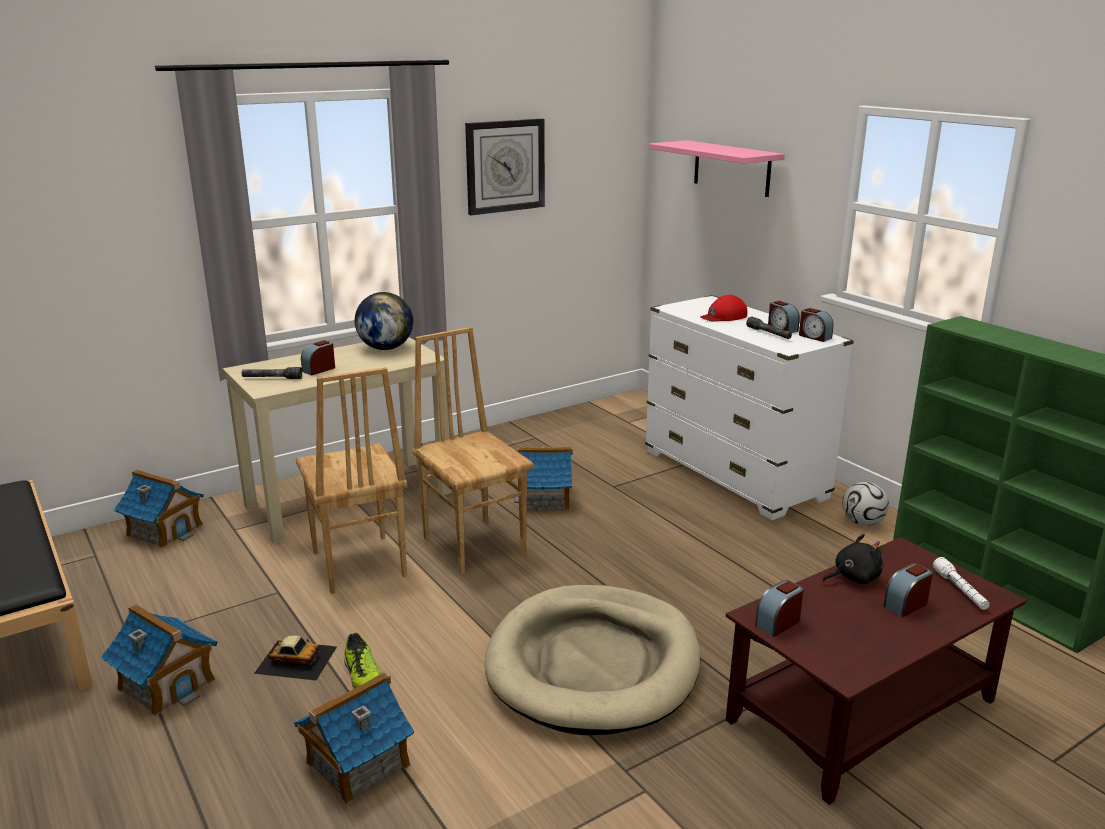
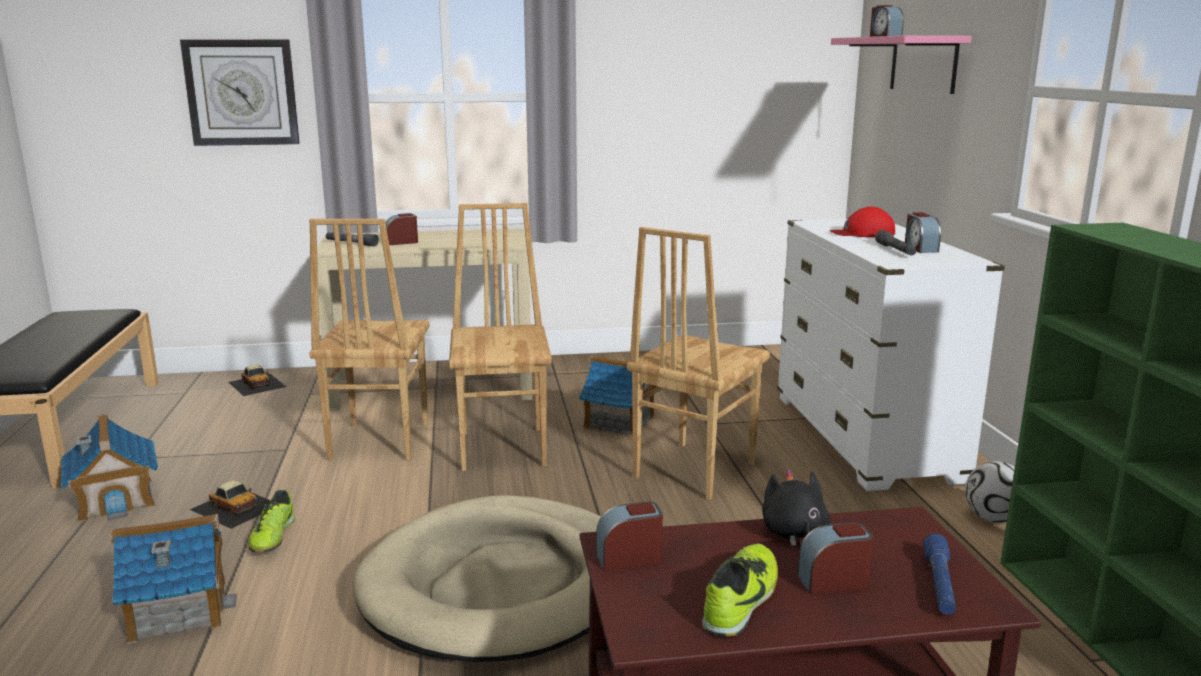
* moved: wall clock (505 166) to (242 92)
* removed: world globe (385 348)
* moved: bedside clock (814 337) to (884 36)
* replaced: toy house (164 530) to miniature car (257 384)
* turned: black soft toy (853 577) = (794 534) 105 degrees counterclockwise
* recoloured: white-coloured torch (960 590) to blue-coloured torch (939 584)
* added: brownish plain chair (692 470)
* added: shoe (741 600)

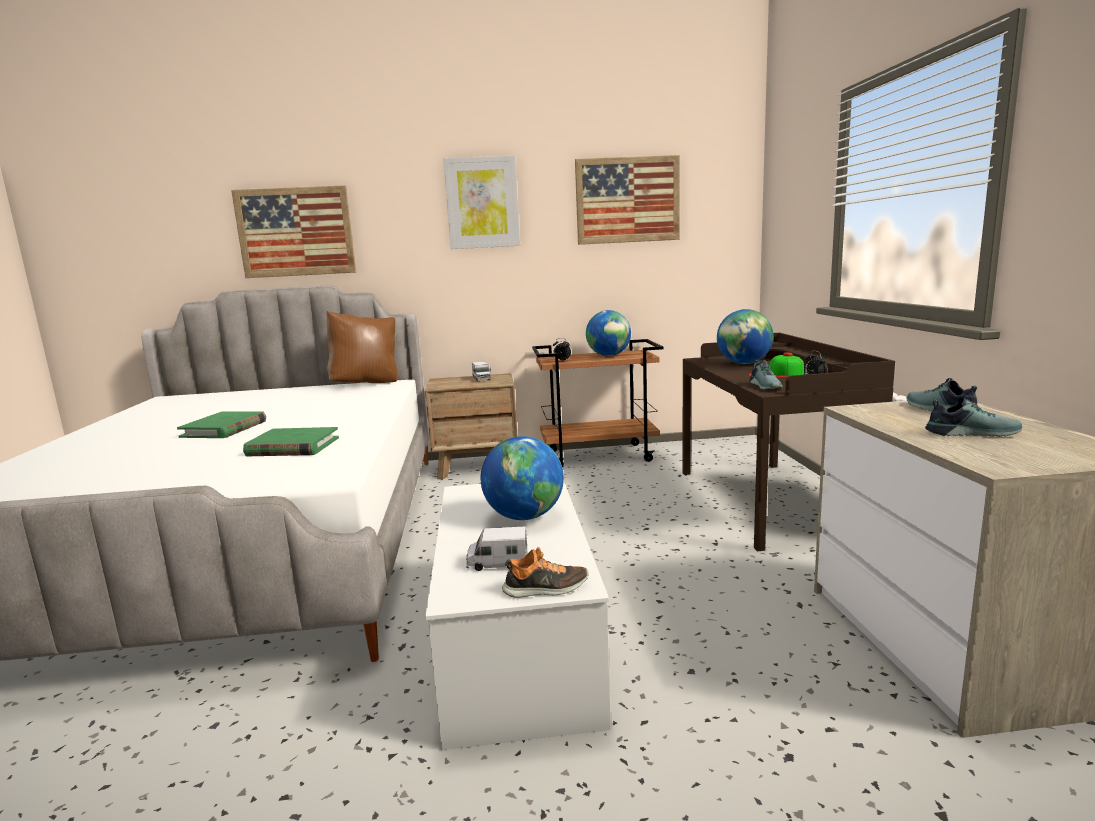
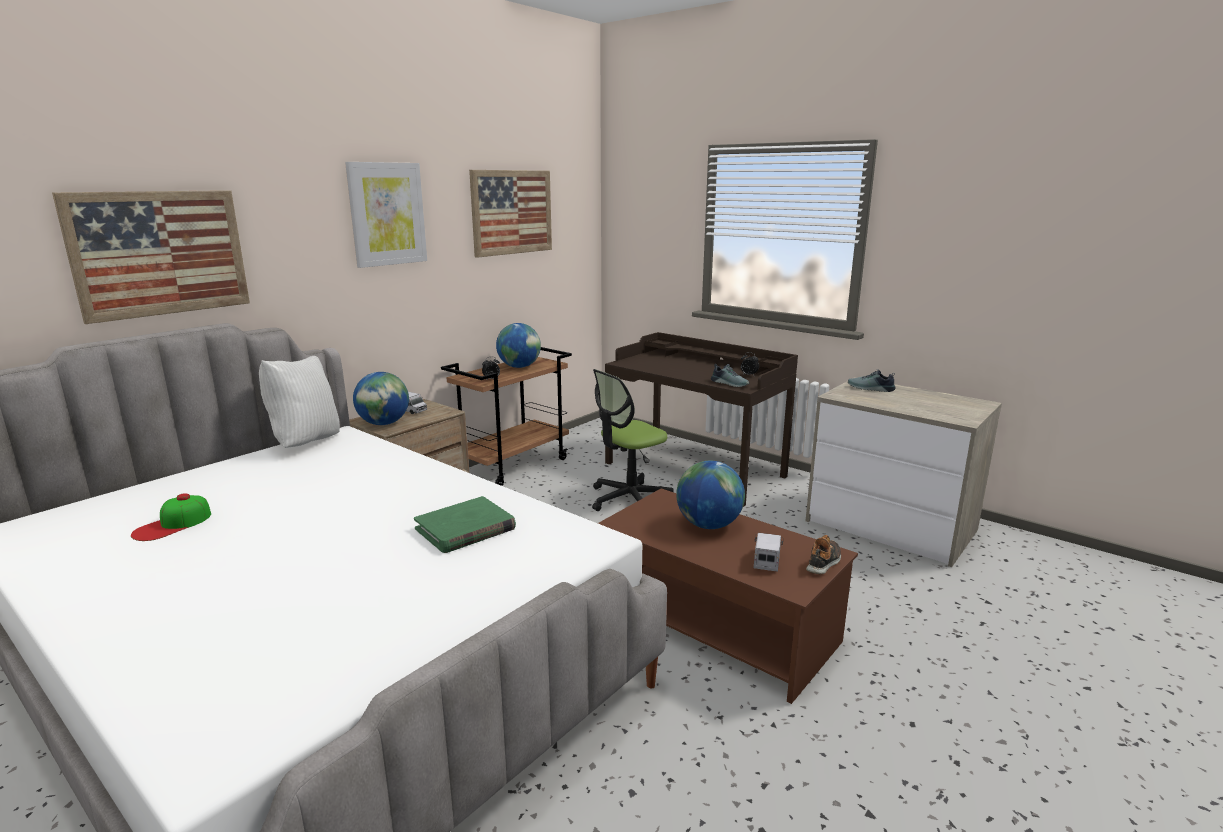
* moved: world globe (744 363) to (384 423)
* recoloured: brownish pillow (366 384) to white-coloured pillow (305 442)
* moved: baseball cap (776 374) to (172 524)
* removed: shoe (970 433)
* removed: green-coloured book (224 429)
* recoloured: white-coloured low table (517 641) to brownish low table (715 624)
* turned: toy truck (497 563) = (767 560) 150 degrees clockwise
* added: computer chair (629 499)

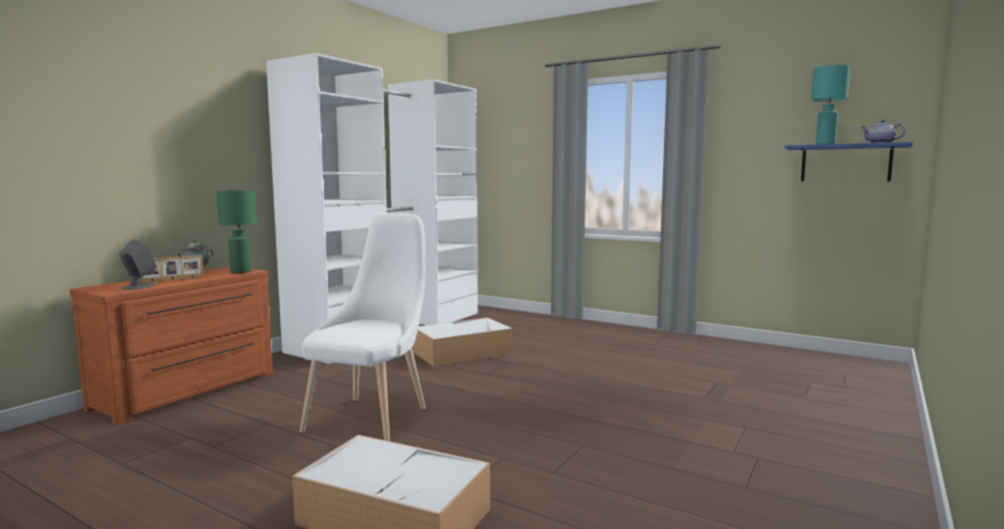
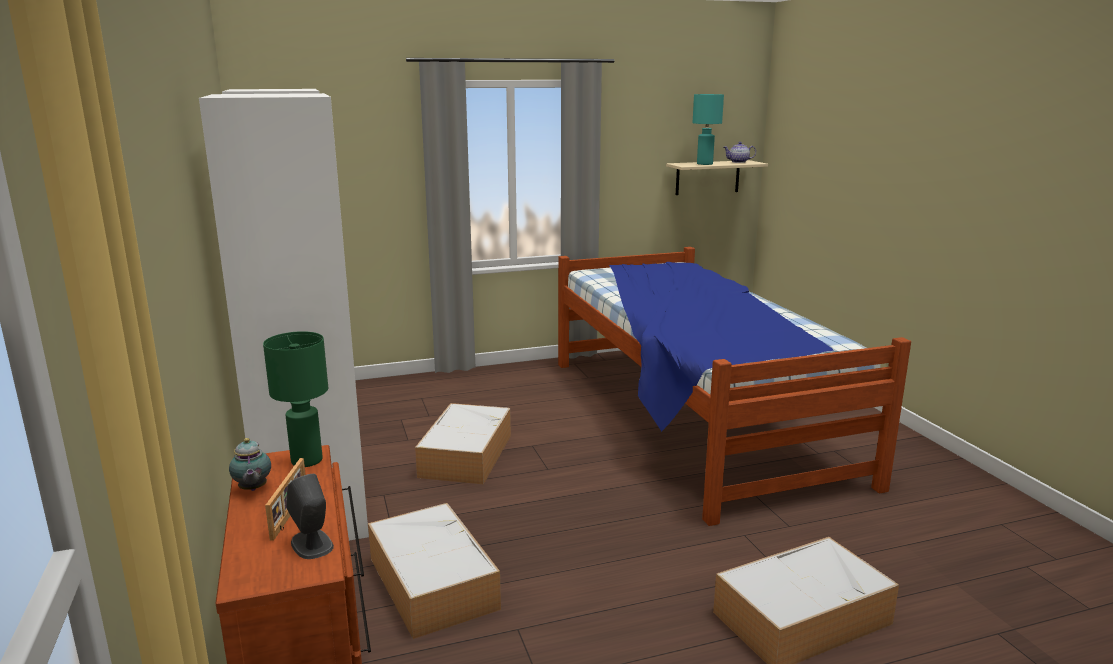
* recoloured: blue-coloured bracket shelf (845 163) to sand-coloured bracket shelf (707 177)
* removed: white-coloured plain chair (372 417)
* added: bed (692 417)
* added: storage container (431 582)

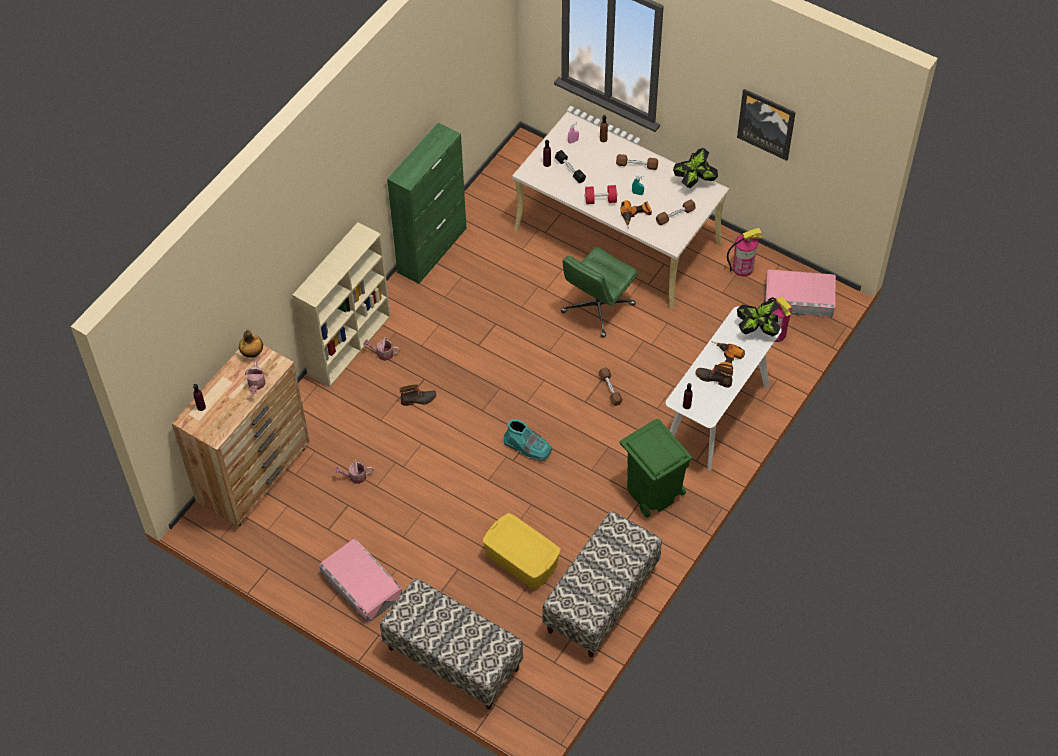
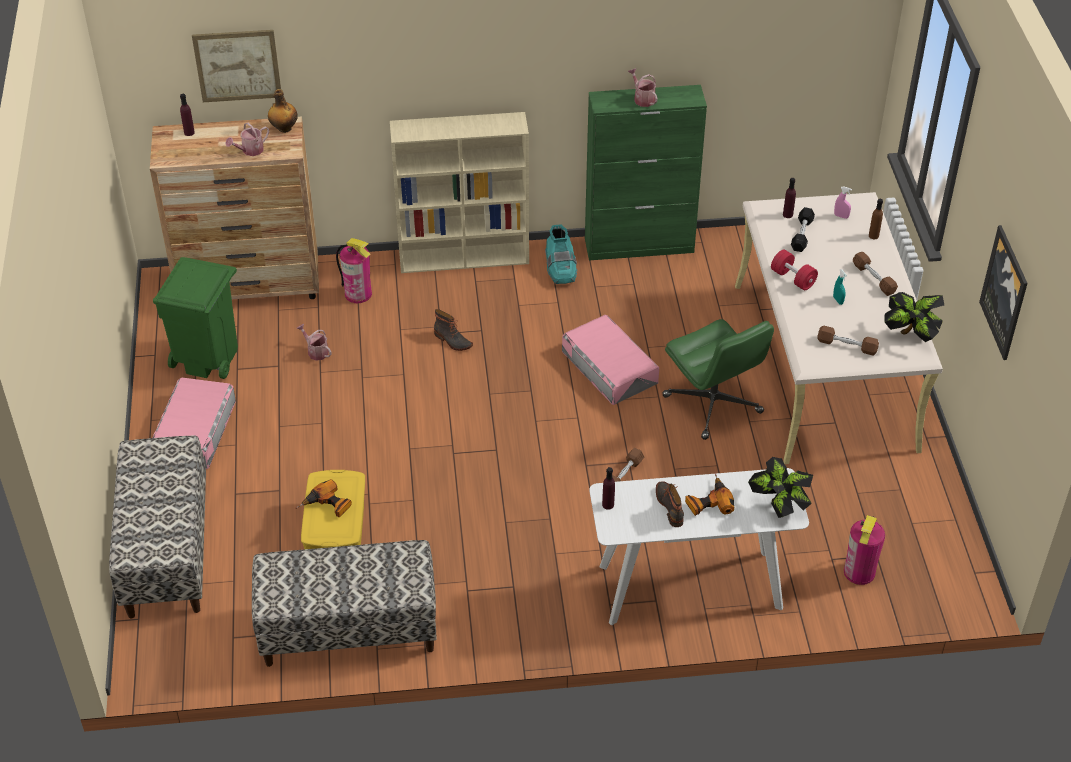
* moved: drill (636 216) to (327 506)
* moved: fire extinguisher (743 268) to (358 294)
* turned: green-coloured computer chair (597 309) = (713 405) 120 degrees counterclockwise
* moved: pinkish storage container (799 298) to (610 367)
* moved: watering can (382 354) to (642 98)
* moved: turquoise-coloured boot (528 447) to (560 268)
* moved: green-coloured trash can (652 492) to (207 357)
* added: wall picture (237 65)

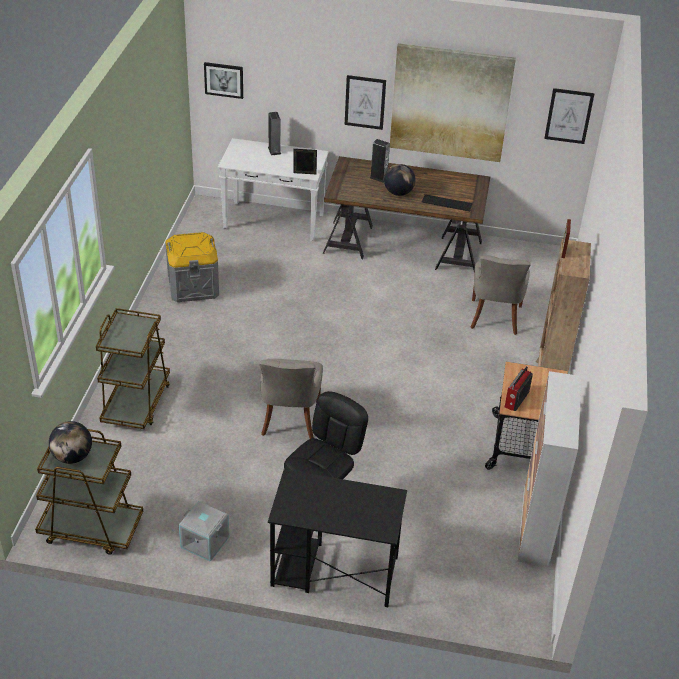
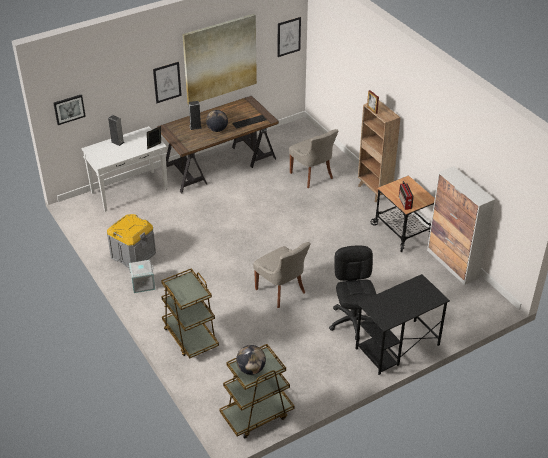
* moved: greyish storage container (205 542) to (143 283)

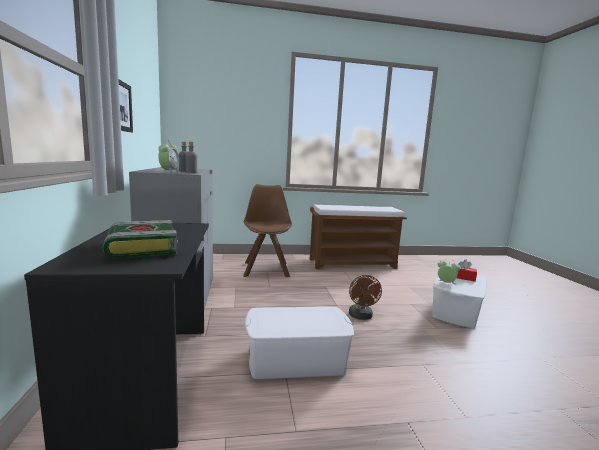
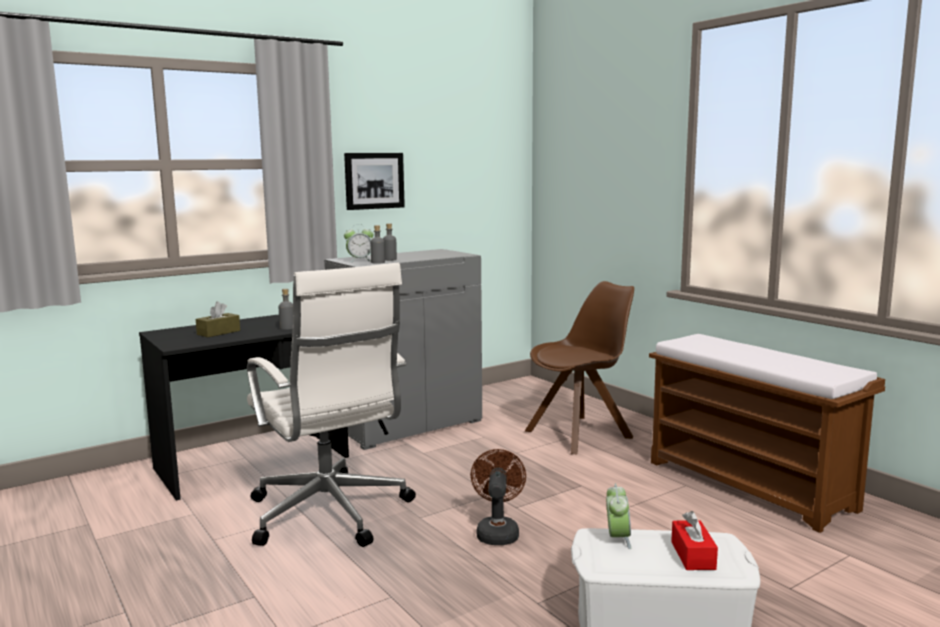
* replaced: book (141 248) to brownish tissue box (218 332)
* turned: brownish fan (361 317) = (497 532) 120 degrees clockwise
* replaced: white-coloured storage container (297 361) to white-coloured computer chair (330 514)
* added: greyish drink bottle (287 328)

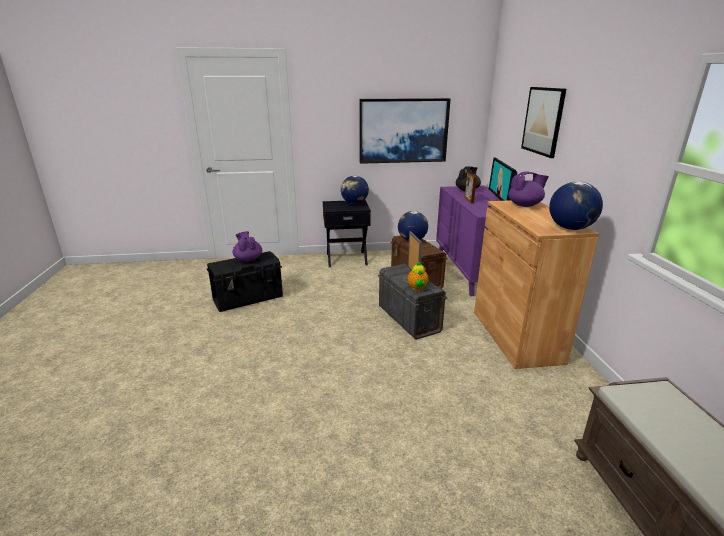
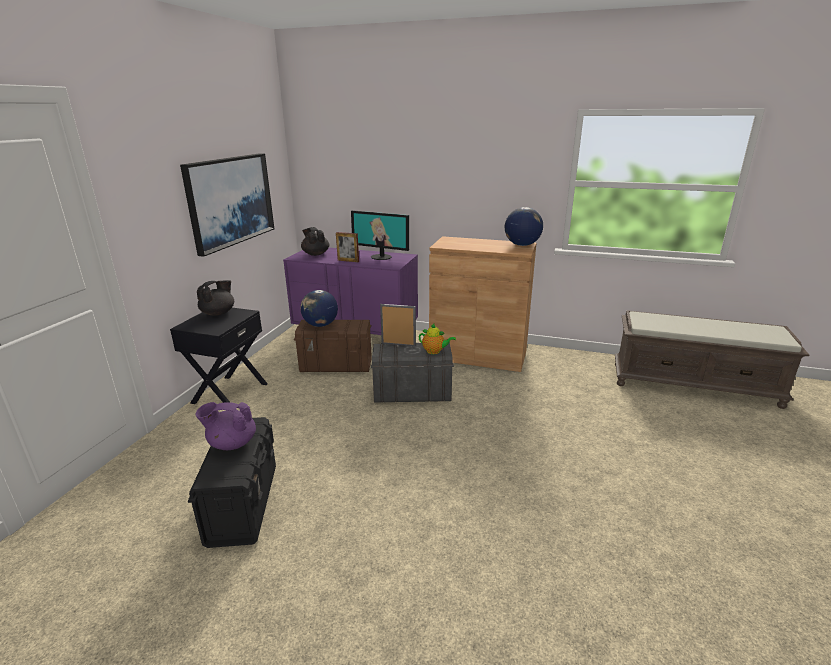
* removed: wall picture (543 121)
* removed: purple-coloured tea pot (525 205)
* replaced: world globe (354 203) to black tea pot (218 313)

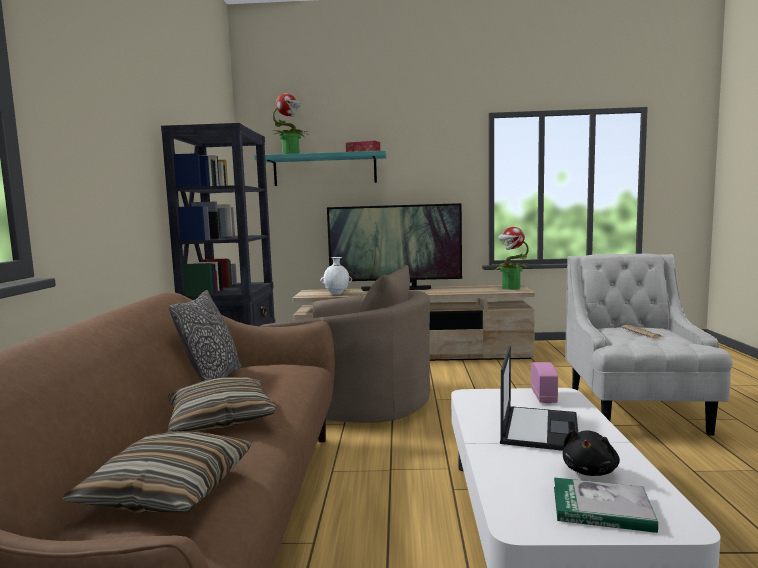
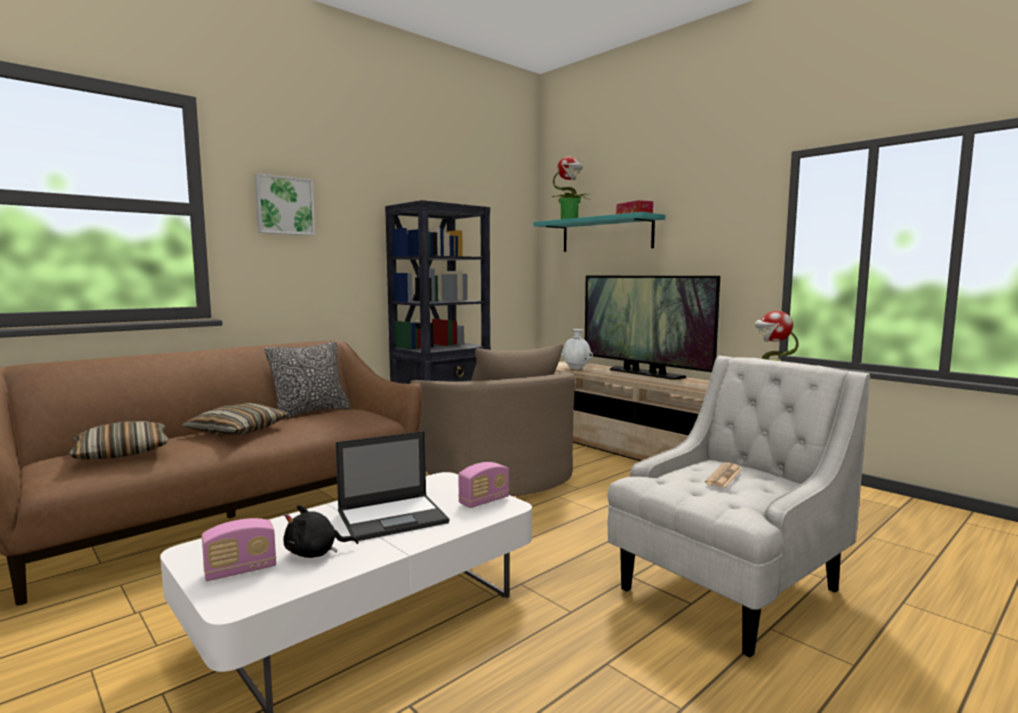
* replaced: book (601 508) to radio set (240 570)
* added: wall picture (284 205)

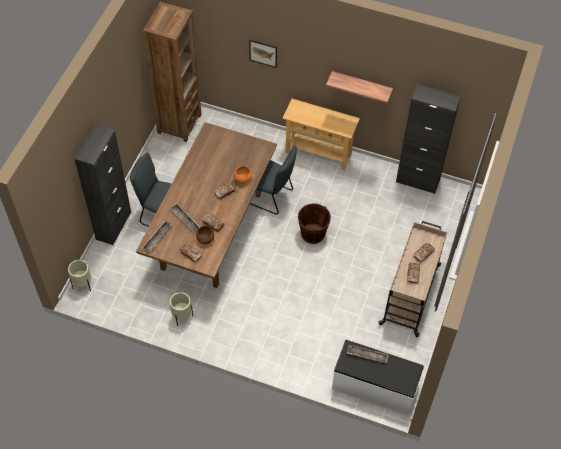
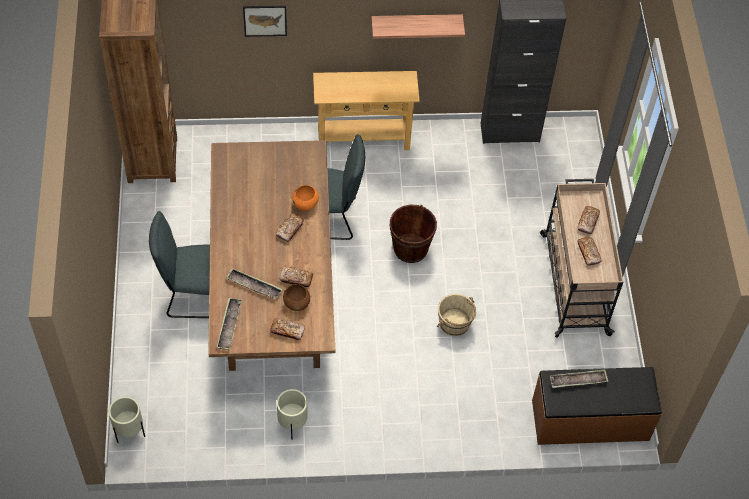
* removed: black cabinet (113 225)
* recoloured: white-coloured indoor bench (374 387) to brownish indoor bench (590 421)
* added: sand-coloured bucket (455 323)

